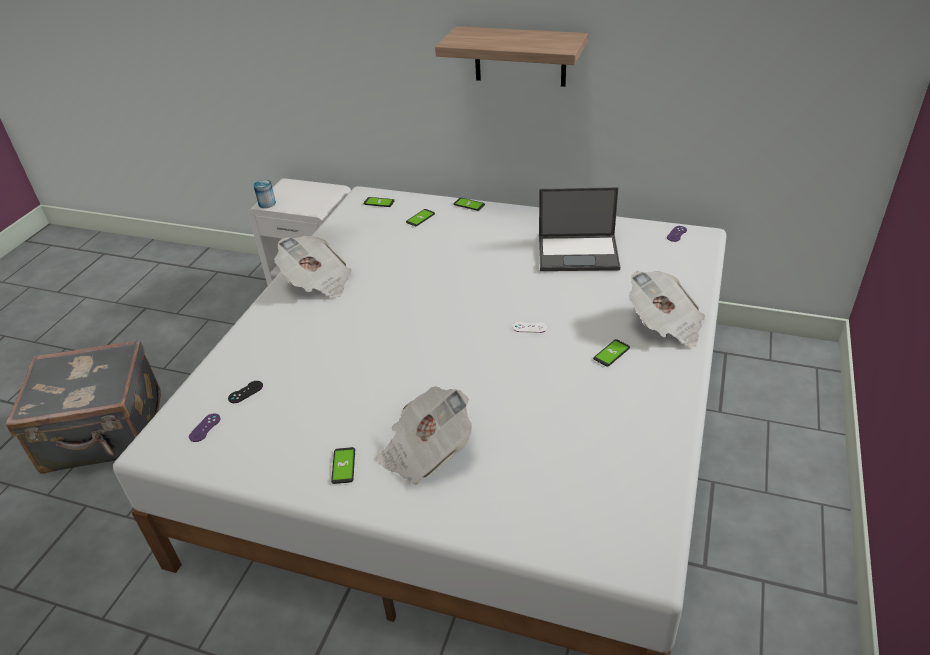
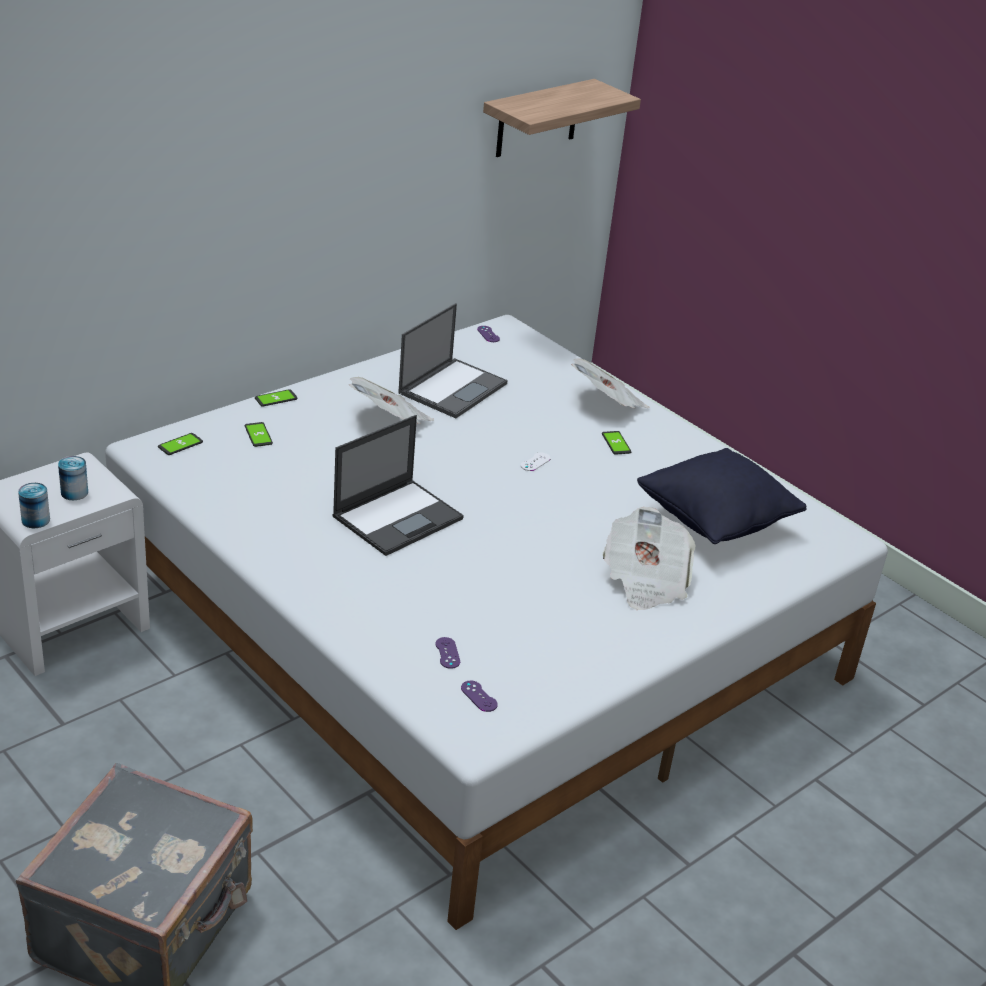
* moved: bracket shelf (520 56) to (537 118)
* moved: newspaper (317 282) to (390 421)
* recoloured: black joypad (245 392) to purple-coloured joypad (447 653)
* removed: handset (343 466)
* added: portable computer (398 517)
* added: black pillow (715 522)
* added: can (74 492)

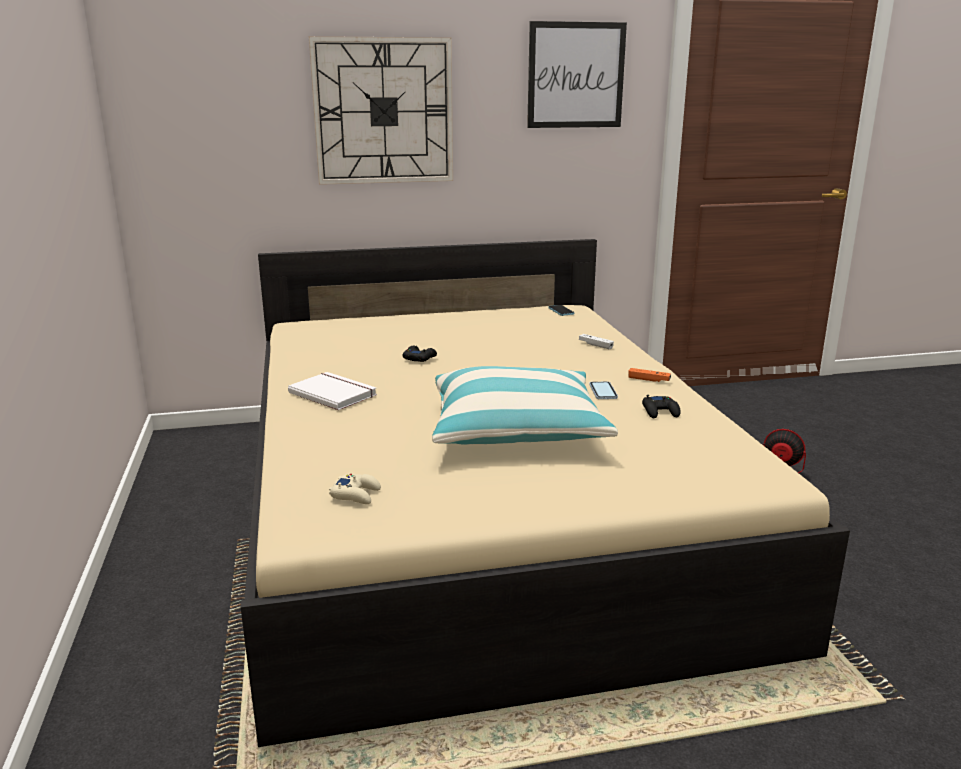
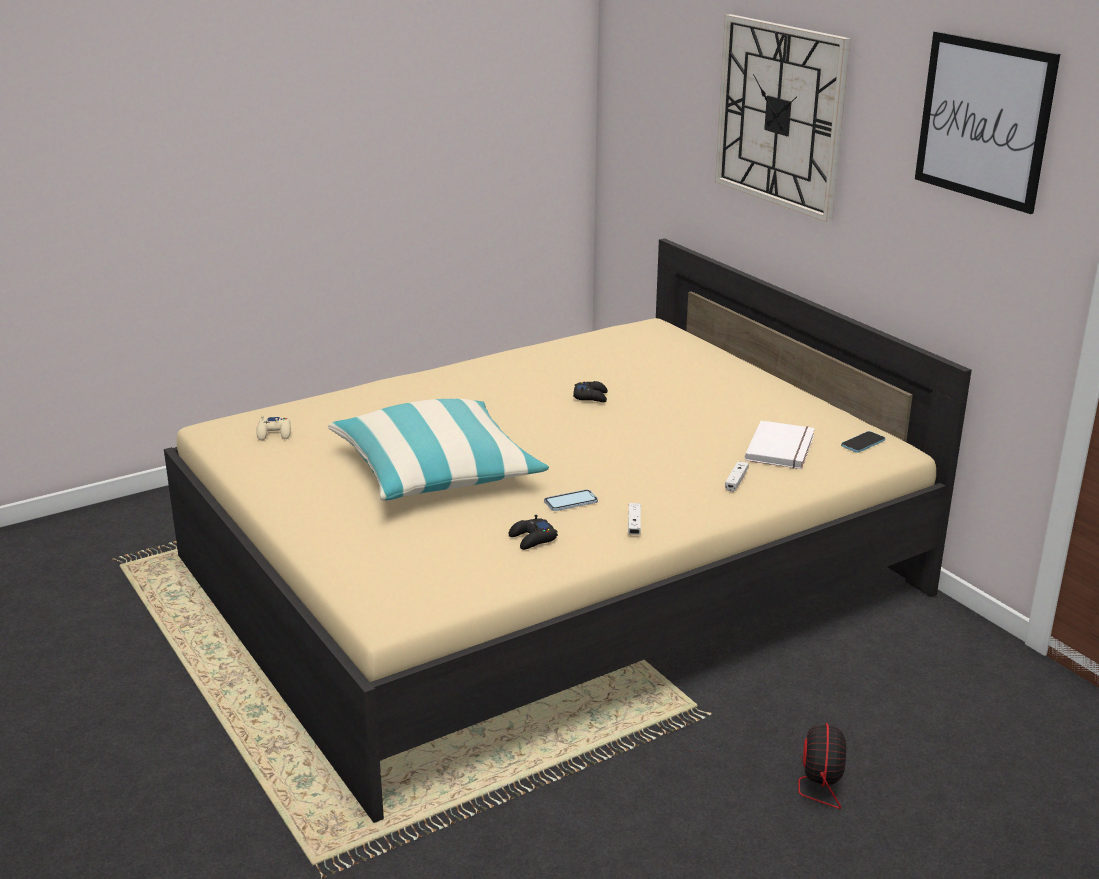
* recoloured: orangey joypad (649 380) to white-coloured joypad (634 525)
* moved: white-coloured book (334 393) to (783 448)

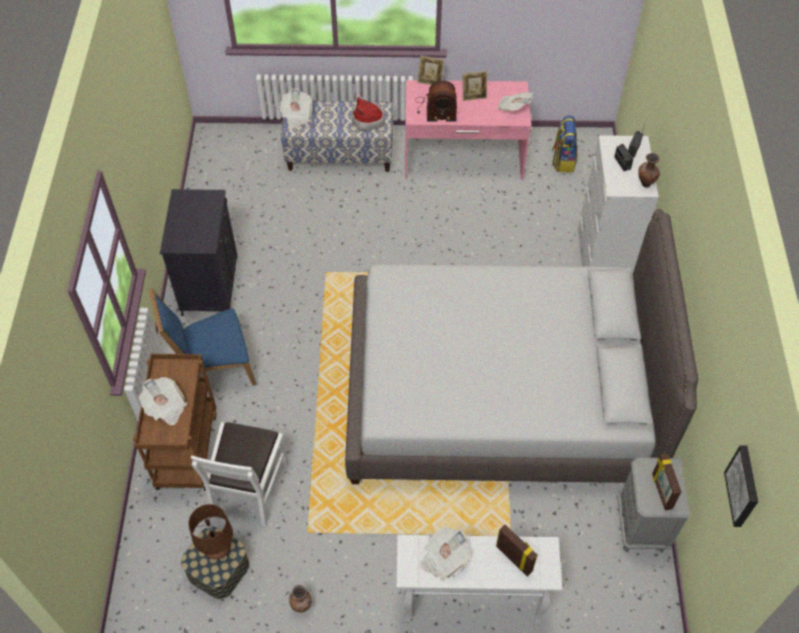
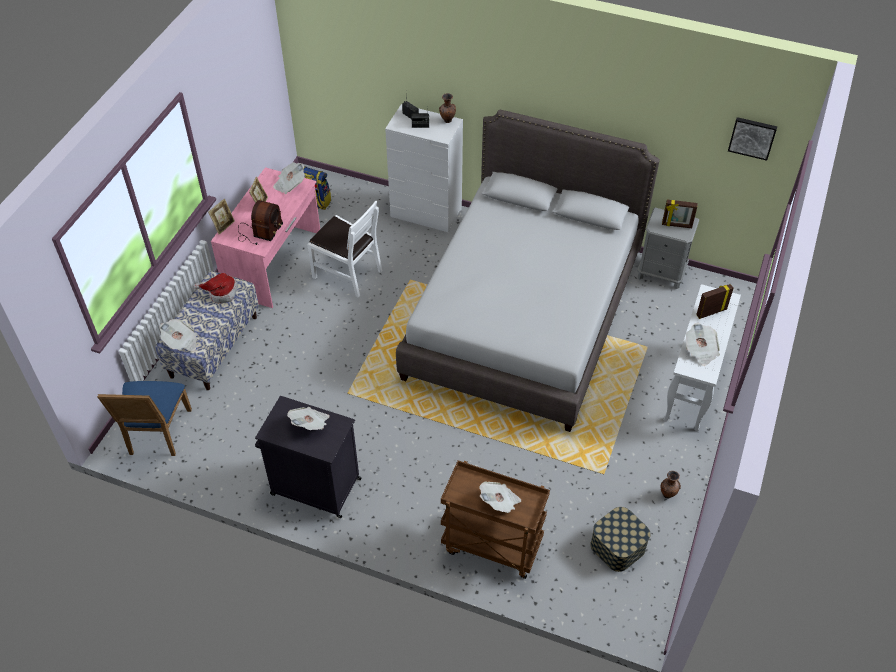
* moved: blue-coloured plain chair (214 369) to (157 435)
* moved: white-coloured plain chair (249 488) to (347 273)
* removed: brownish lamp for a table (218 549)
* added: newspaper (310 424)

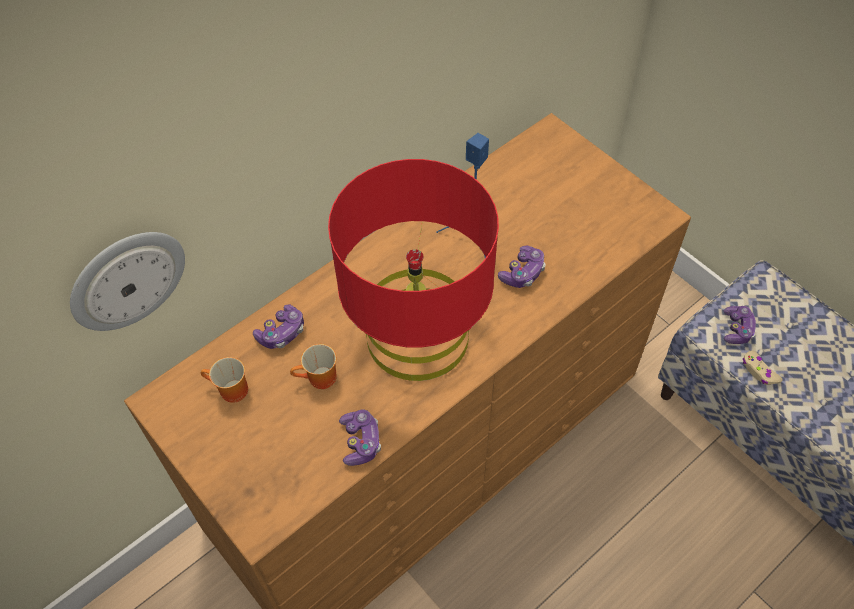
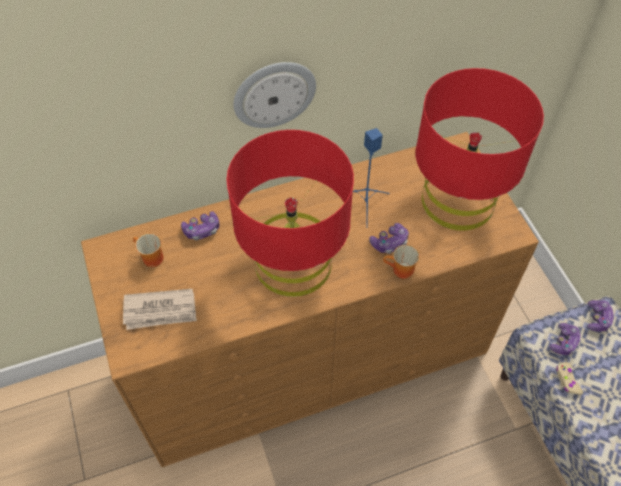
* moved: wall clock (127 279) to (274 94)
* moved: tea mug (319 380) to (400 271)
* moved: joypad (360 441) to (597 319)
* added: red-coloured lamp for a table (458 201)
* added: newspaper (160 311)

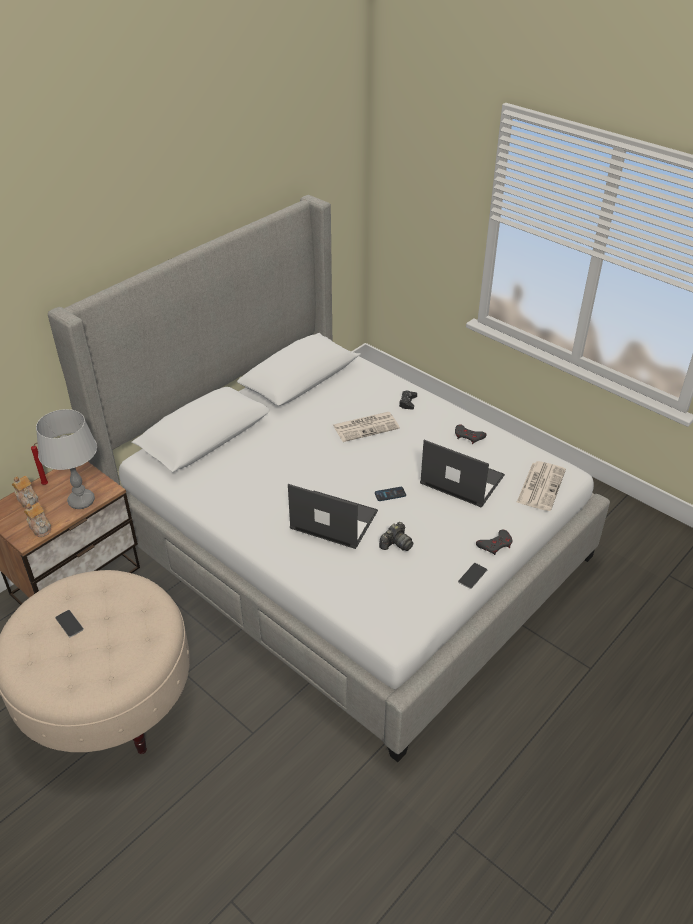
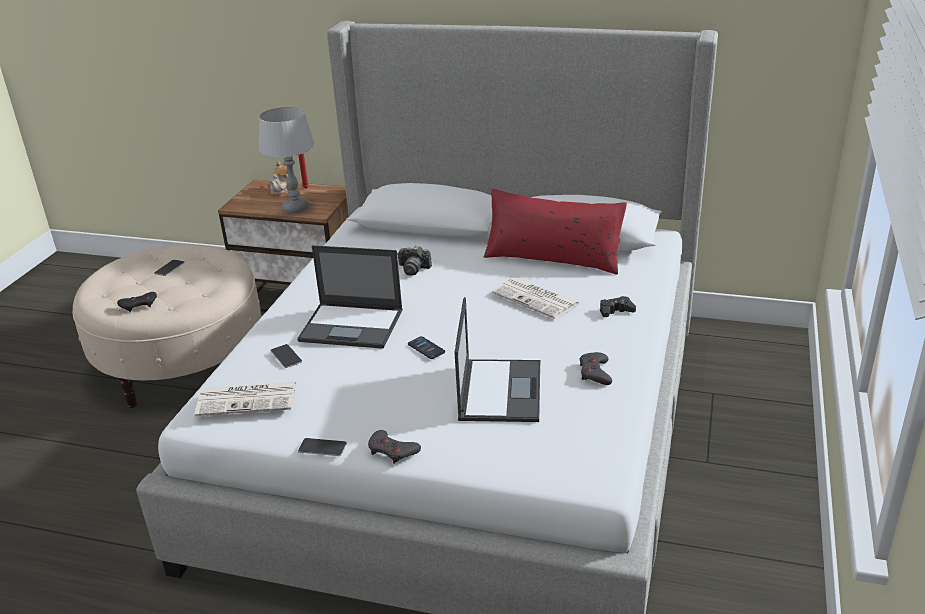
* moved: newspaper (541 485) to (248 399)
* turned: portable computer (333 520) = (353 326) 105 degrees clockwise
* removed: tea pot (40 527)
* moved: photo camera (396 544) to (413 269)
* added: red-coloured pillow (553 258)
* added: black joypad (139 305)
* added: handset (286 356)

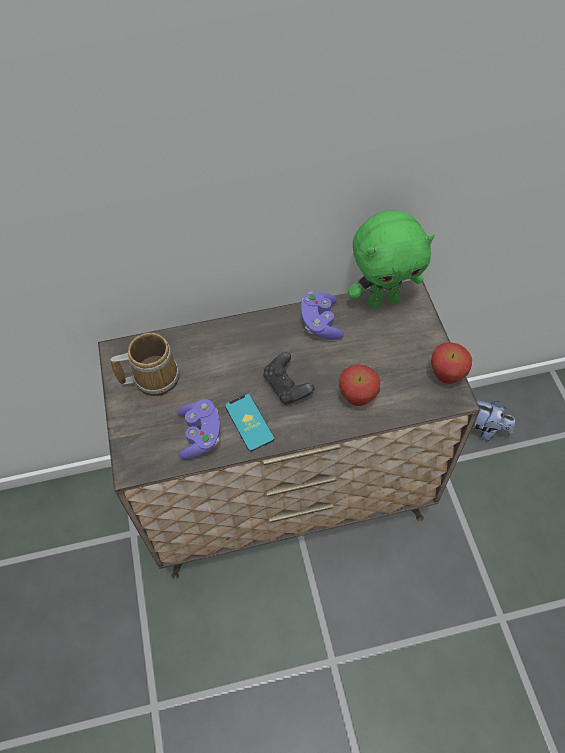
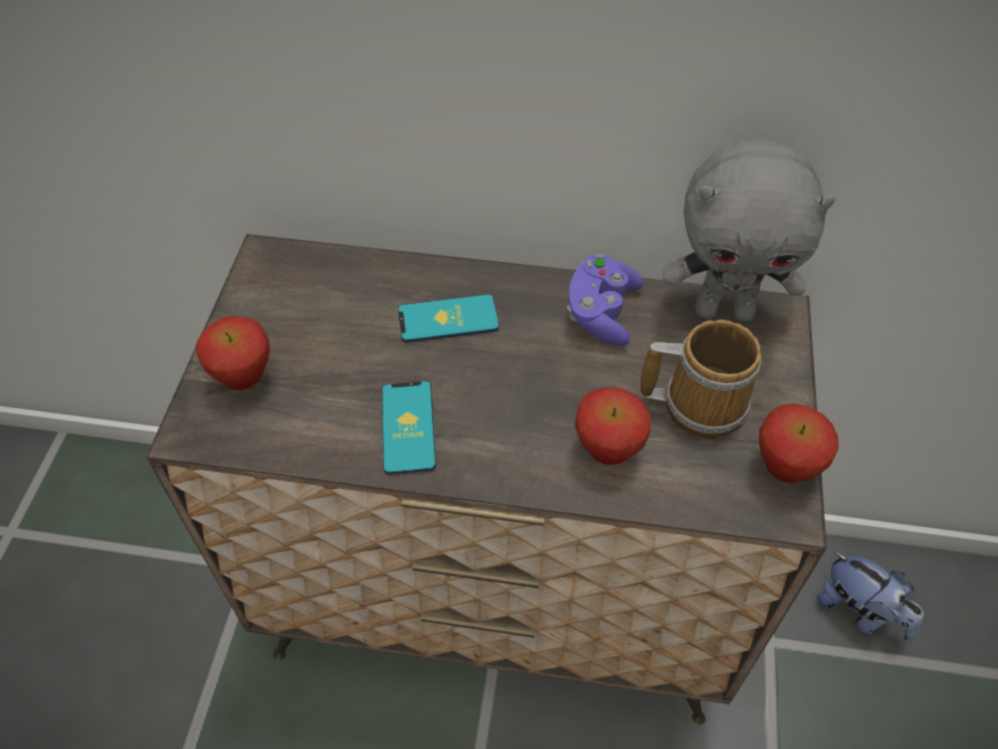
* recoloured: green-coloured soft toy (383 300) to greyish soft toy (725 310)
* moved: tea mug (153 377) to (698 402)
* removed: black joypad (287 386)
* removed: purple-coloured joypad (200 435)
* added: handset (448 319)
* added: apple fruit (244 379)

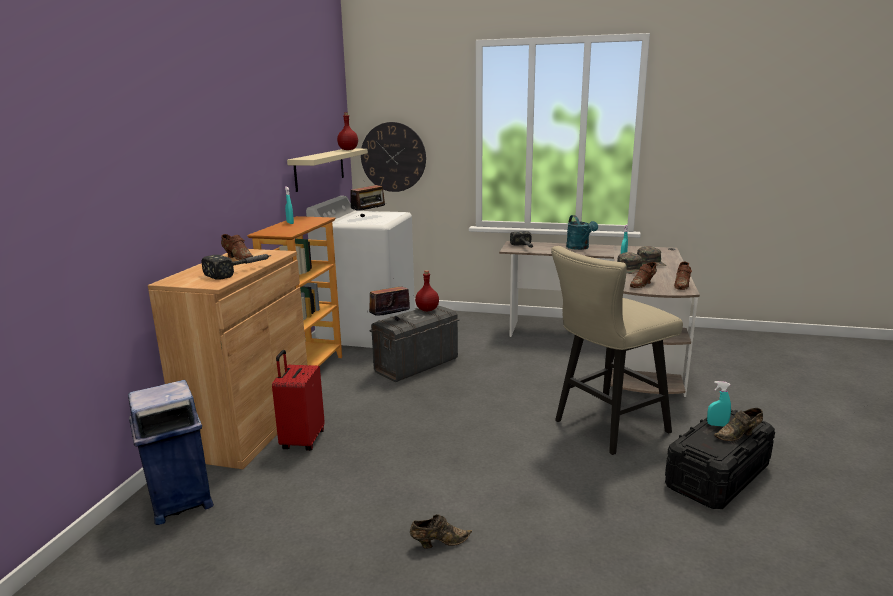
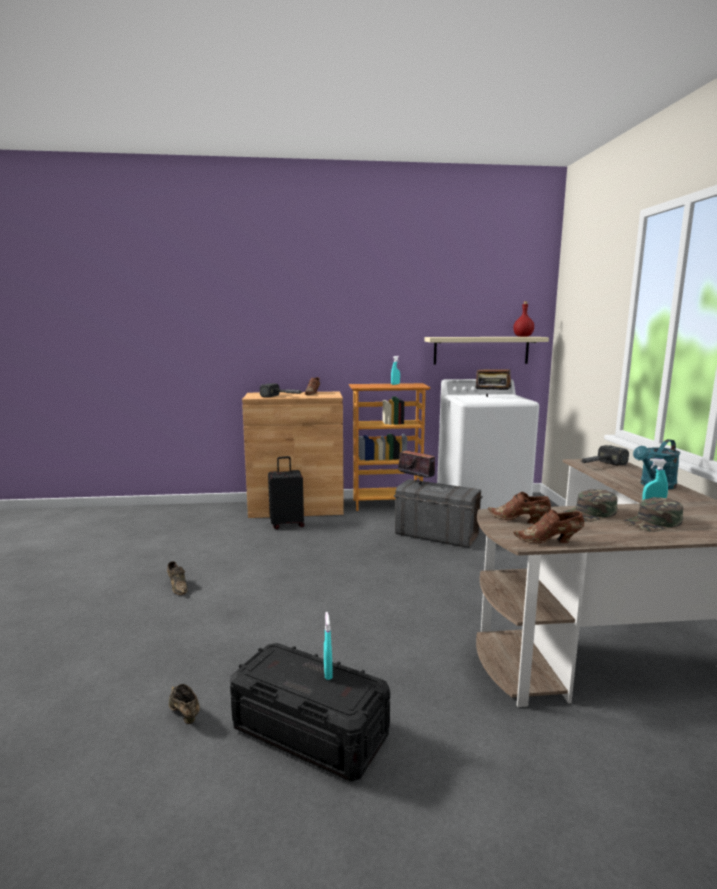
* removed: wall clock (393 157)
* removed: sand-coloured stool (604 427)
* removed: red-coloured drink bottle (427 310)
* recoloured: red-coloured travel case (302 441) to black travel case (287 524)
* removed: blue-coloured trash can (179 502)
* moved: brownish shoe (738 435) to (184 713)

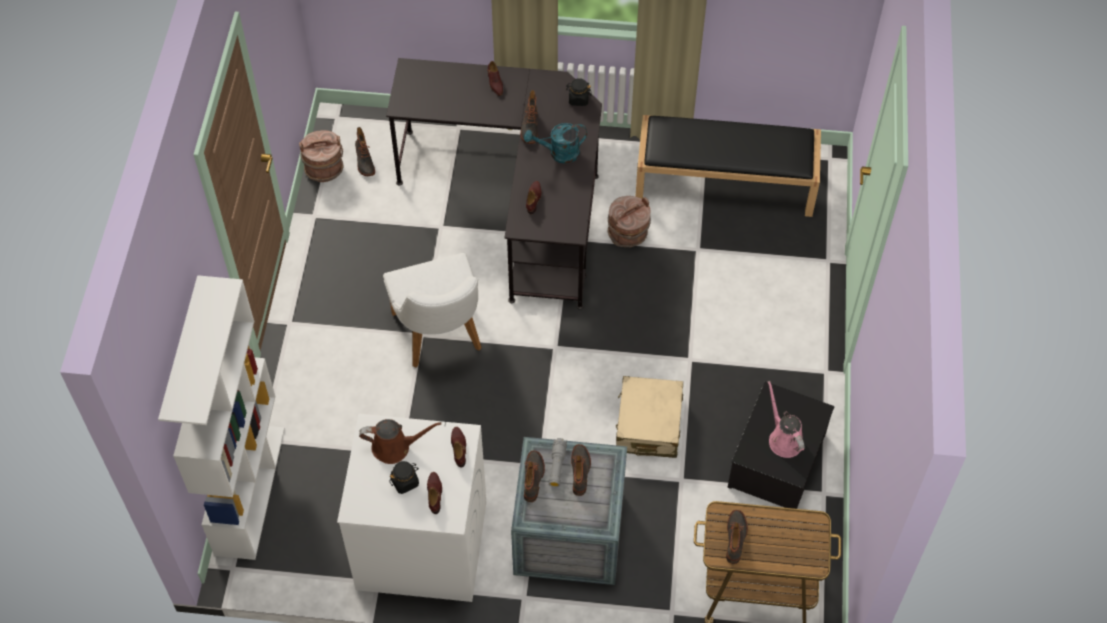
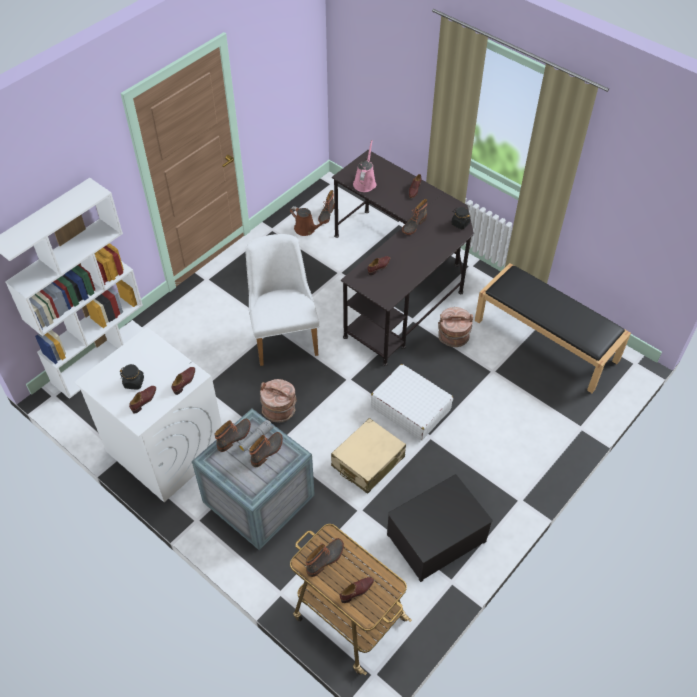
* removed: turquoise-coloured watering can (559 153)
* moved: brownish bucket (324 168) to (279 410)
* turned: white-coloured plain chair (440 338) = (283 335) 150 degrees clockwise
* moved: pinkish watering can (783 439) to (365 182)
* moved: brownish watering can (395 447) to (306 229)
* added: white-coloured travel case (410 408)
* added: brownish shoe (357 591)

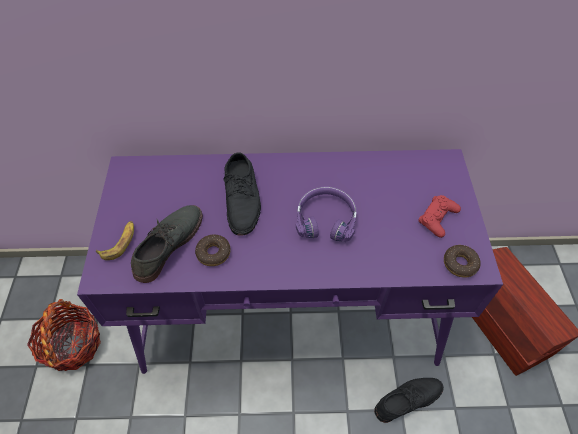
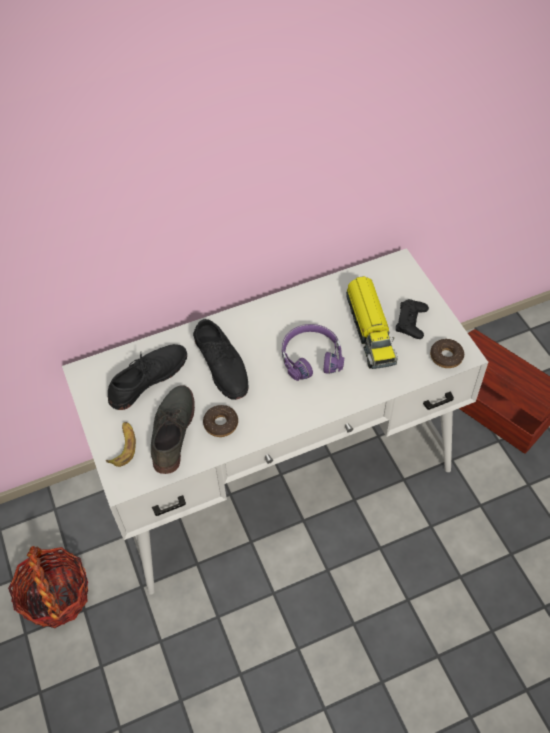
* recoloured: purple-coloured desk (290 310) to white-coloured desk (279 472)
* recoloured: red-coloured joypad (438 218) to black joypad (411 322)
* moved: black shoe (408 399) to (148 378)
* added: toy truck (370 329)

